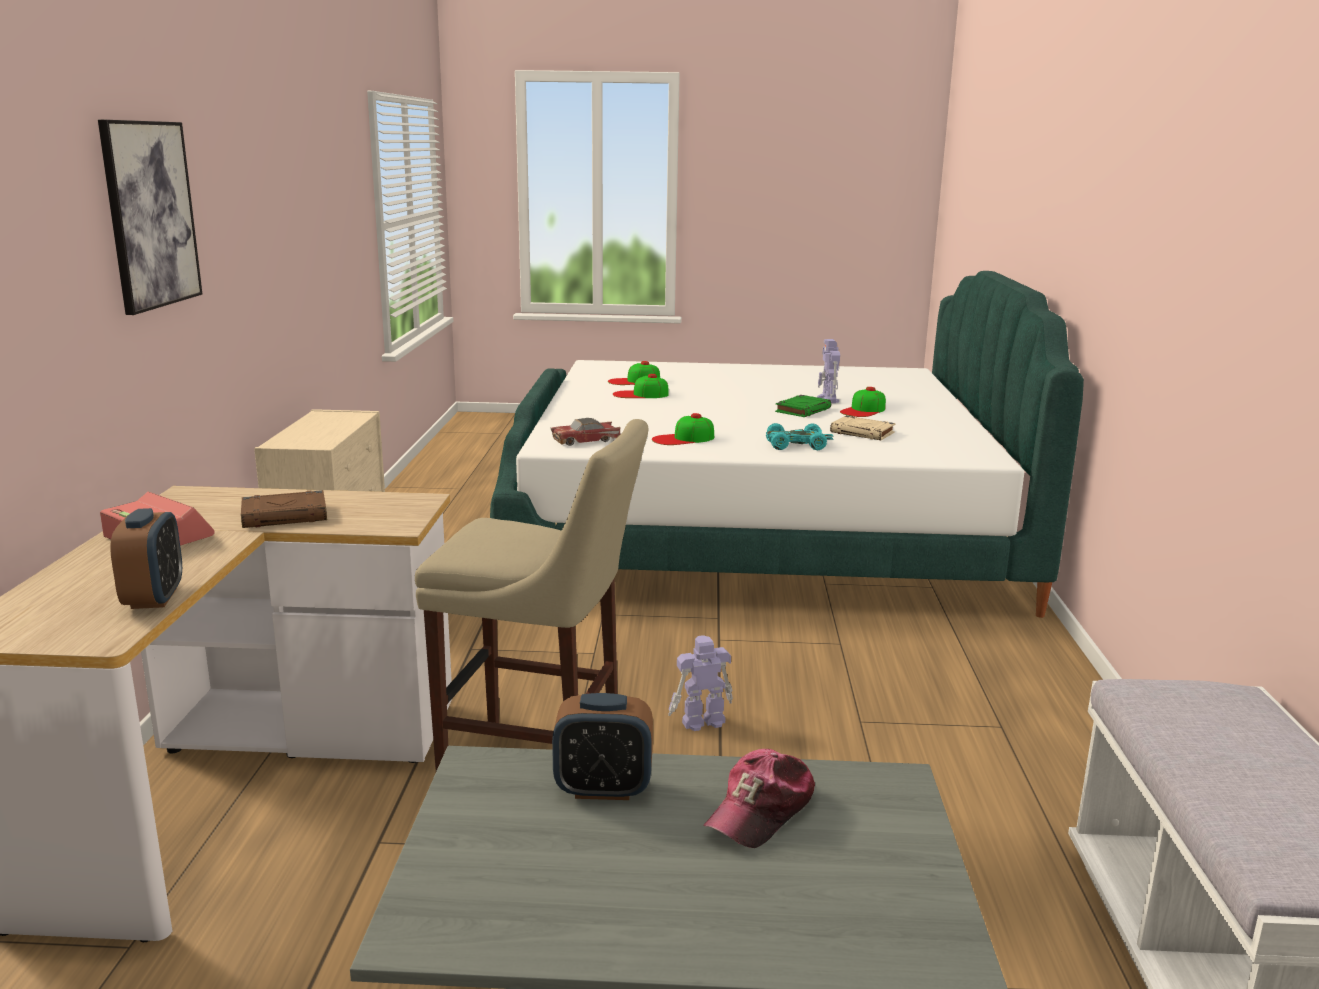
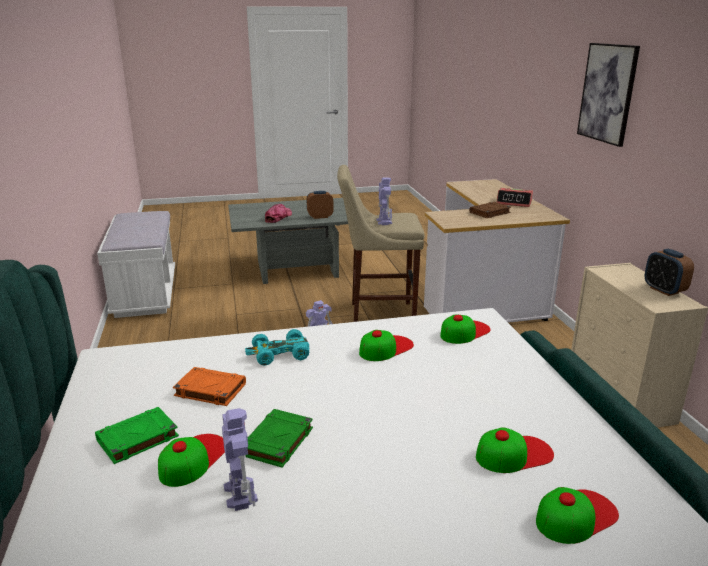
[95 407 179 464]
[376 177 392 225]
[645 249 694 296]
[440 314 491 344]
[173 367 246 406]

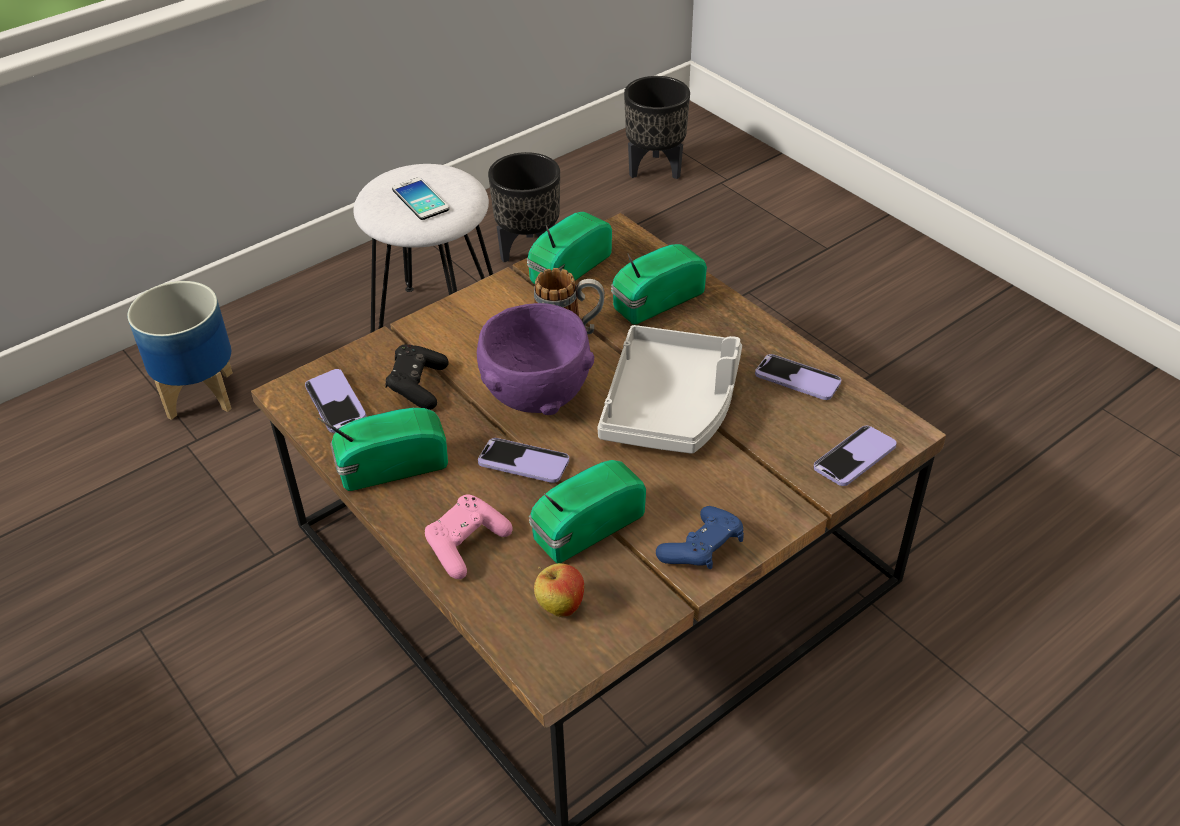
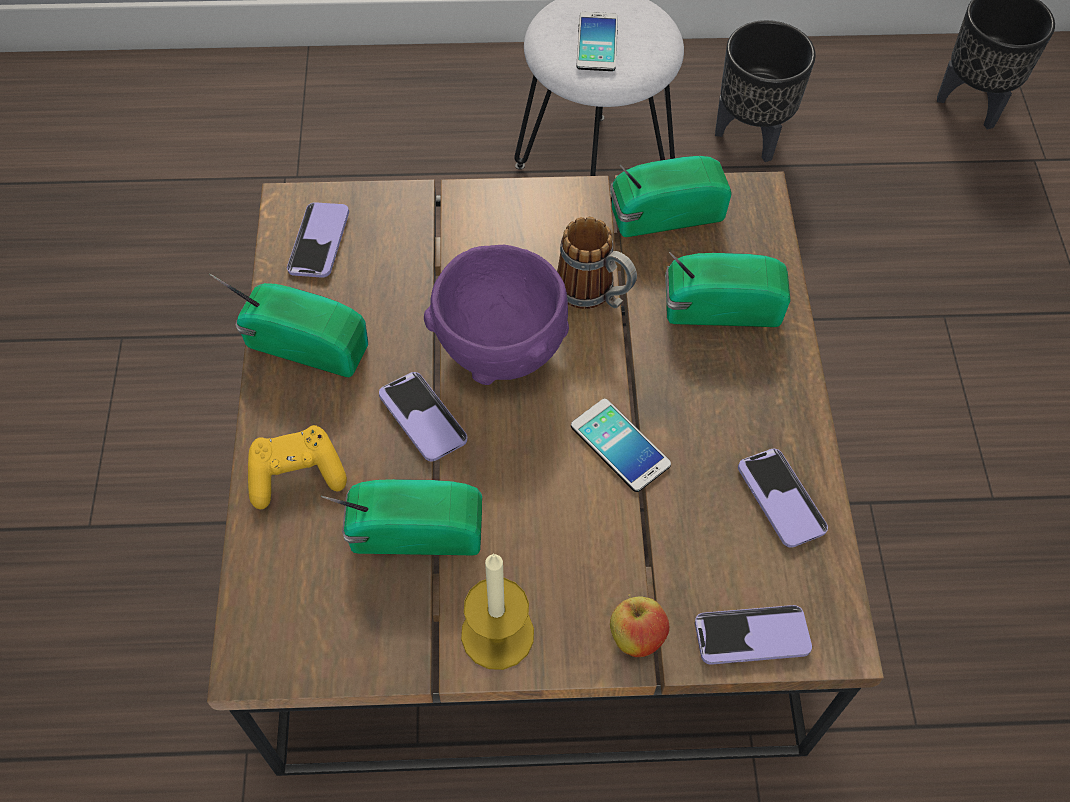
[127 281 233 420] (first image)
[386 344 449 410] (first image)
[610 594 669 657]
[571 399 671 492]
[461 553 534 670]
[248 425 347 509]

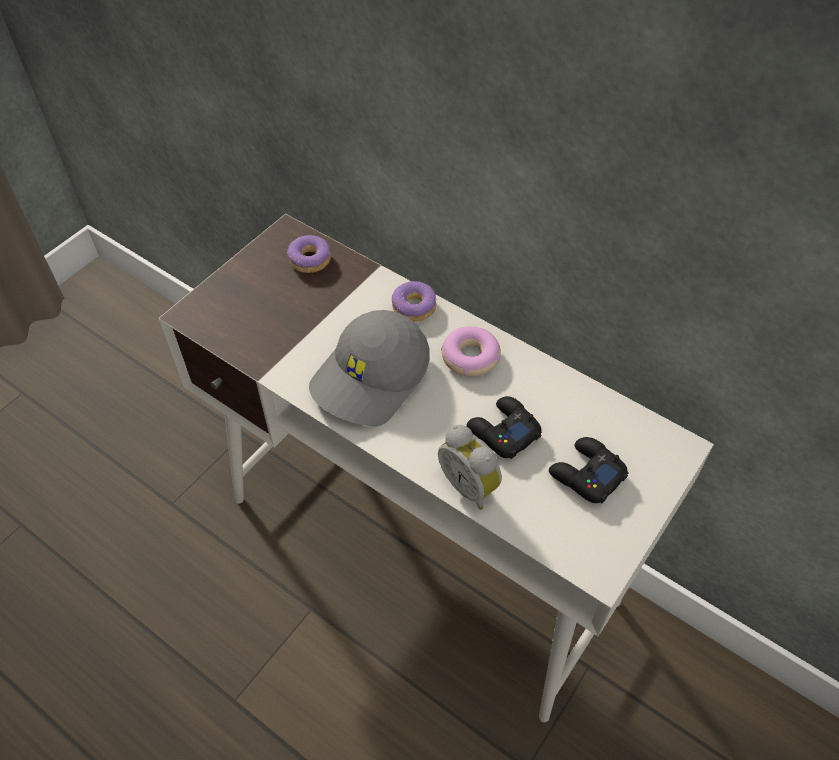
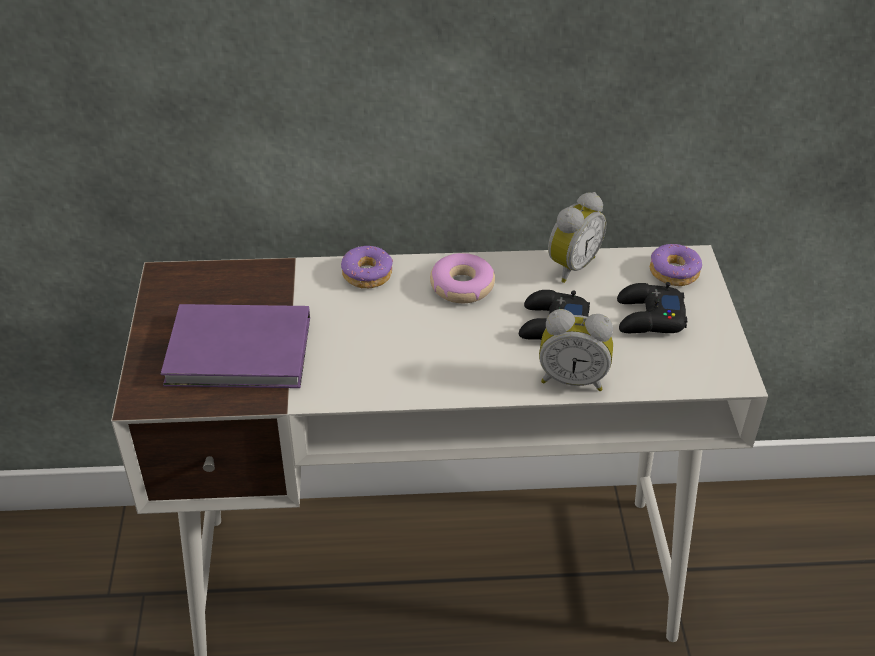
[309 310 430 427] (first image)
[161 304 310 388]
[548 192 606 283]
[650 244 702 286]

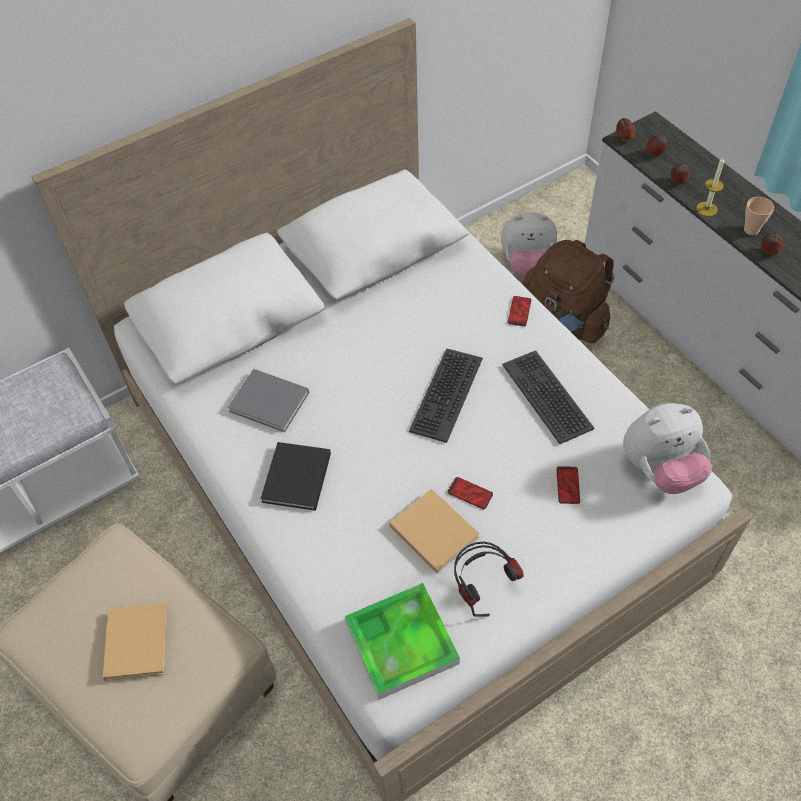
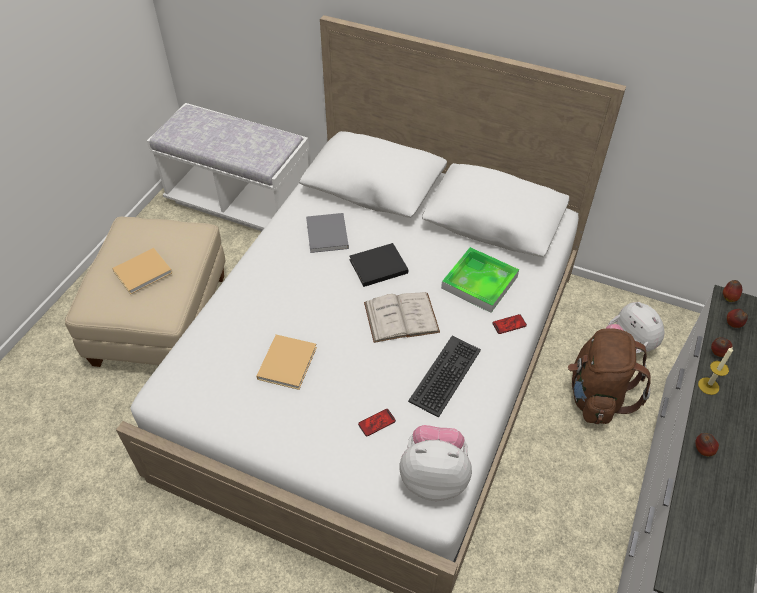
[448 477 493 509] (first image)
[454 542 524 617] (first image)
[744 197 774 235] (first image)
[349 243 408 287]
[441 247 519 313]
[364 292 440 343]
[399 425 472 501]

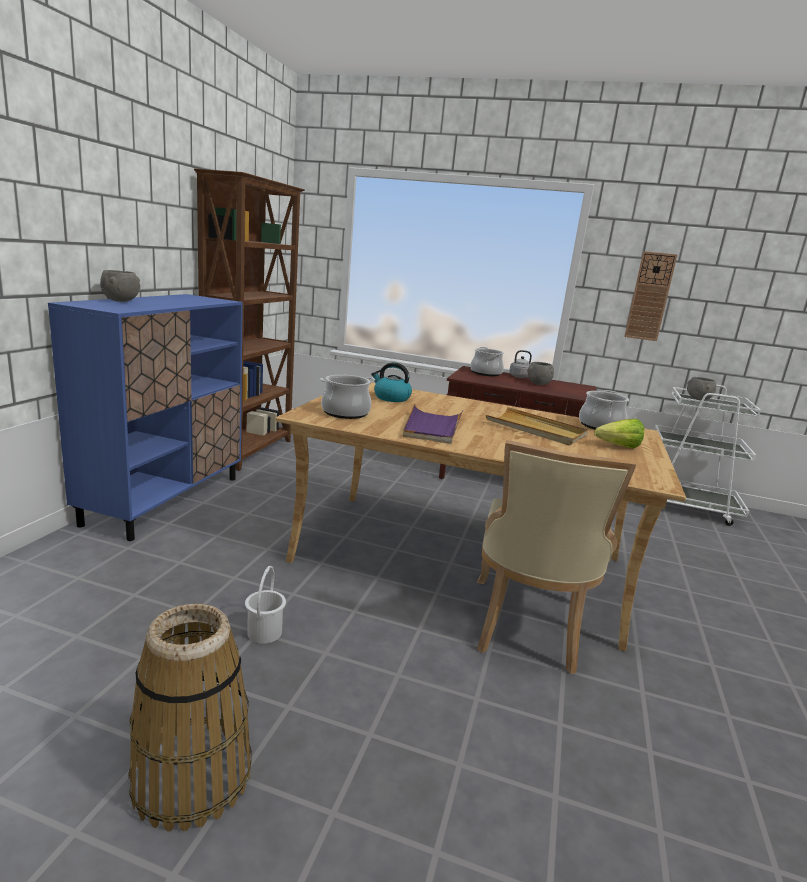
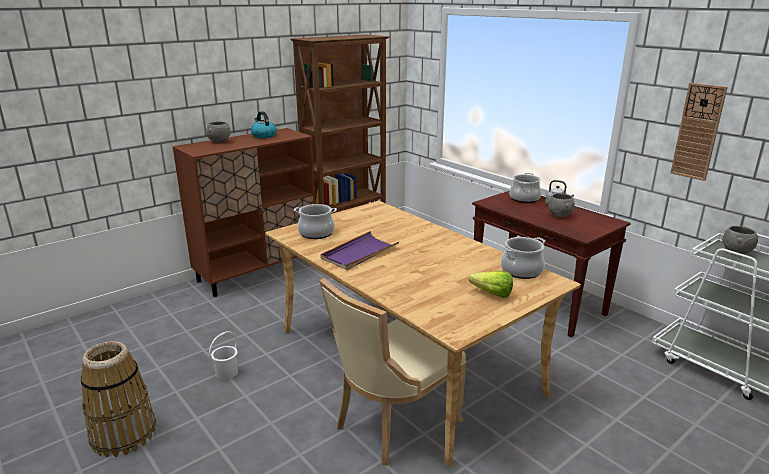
[486 407 588 445] (first image)
[251 111 277 138]
[173 128 315 297]

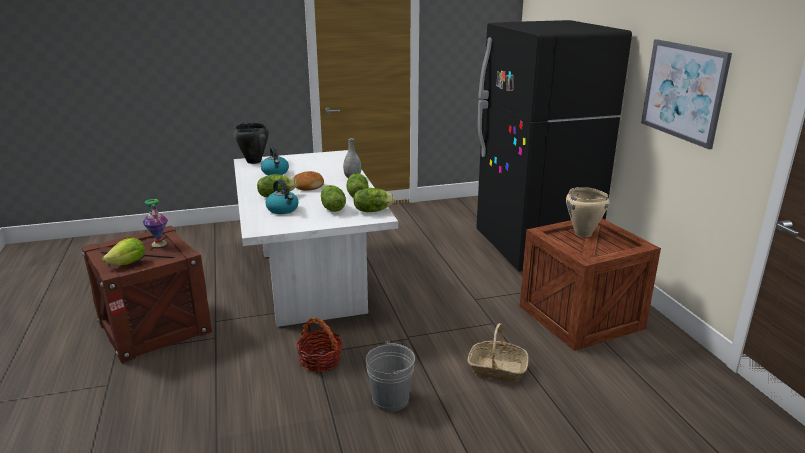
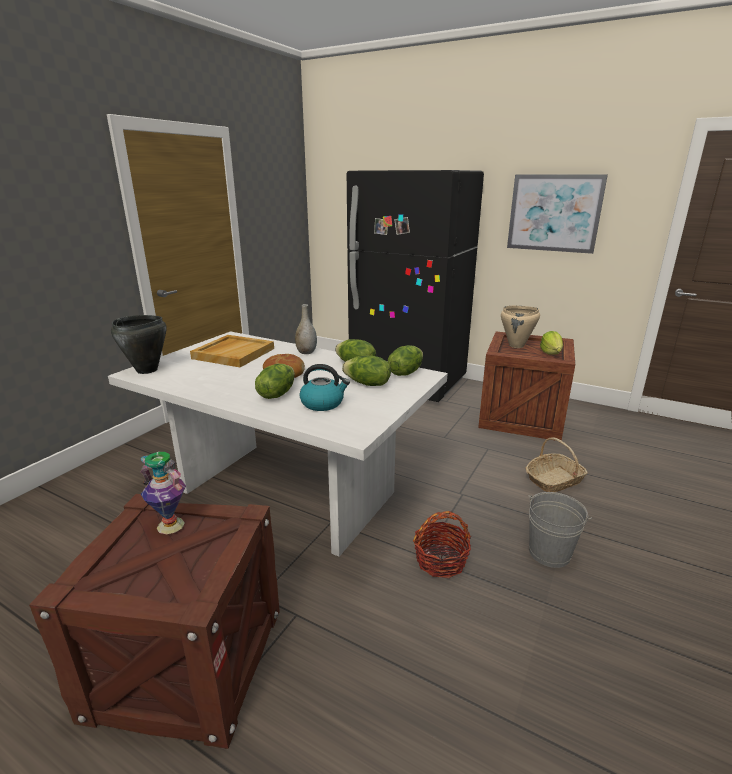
[261 147 289 175] (first image)
[190 335 274 367]
[540 331 563 355]

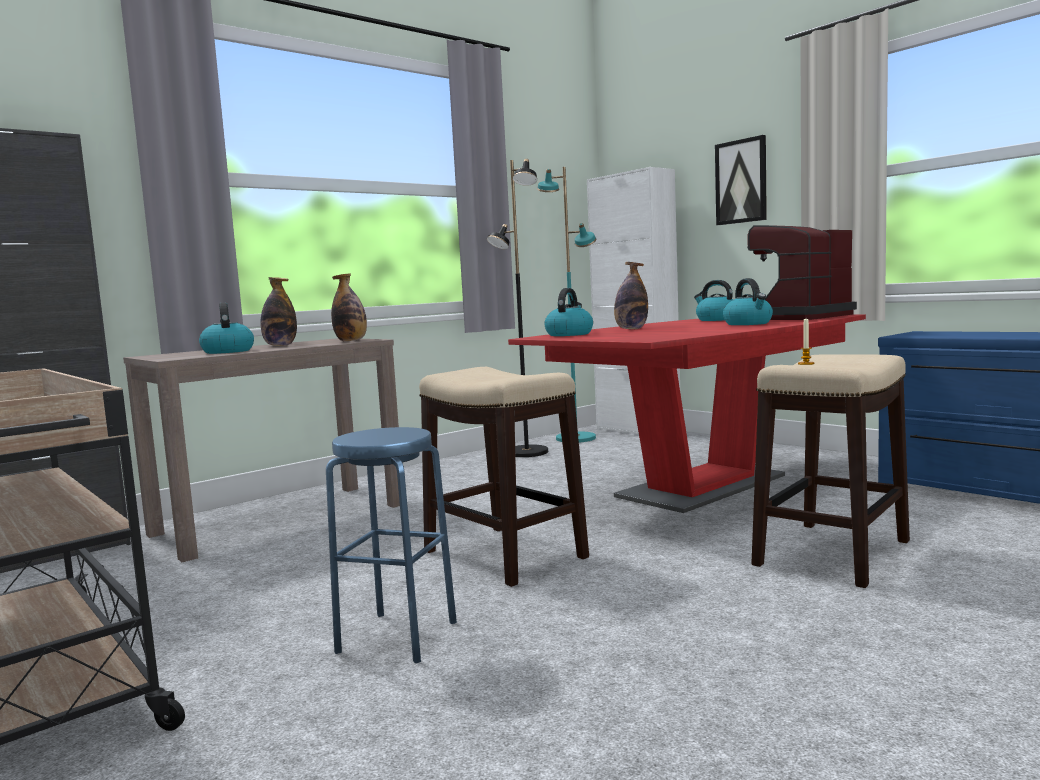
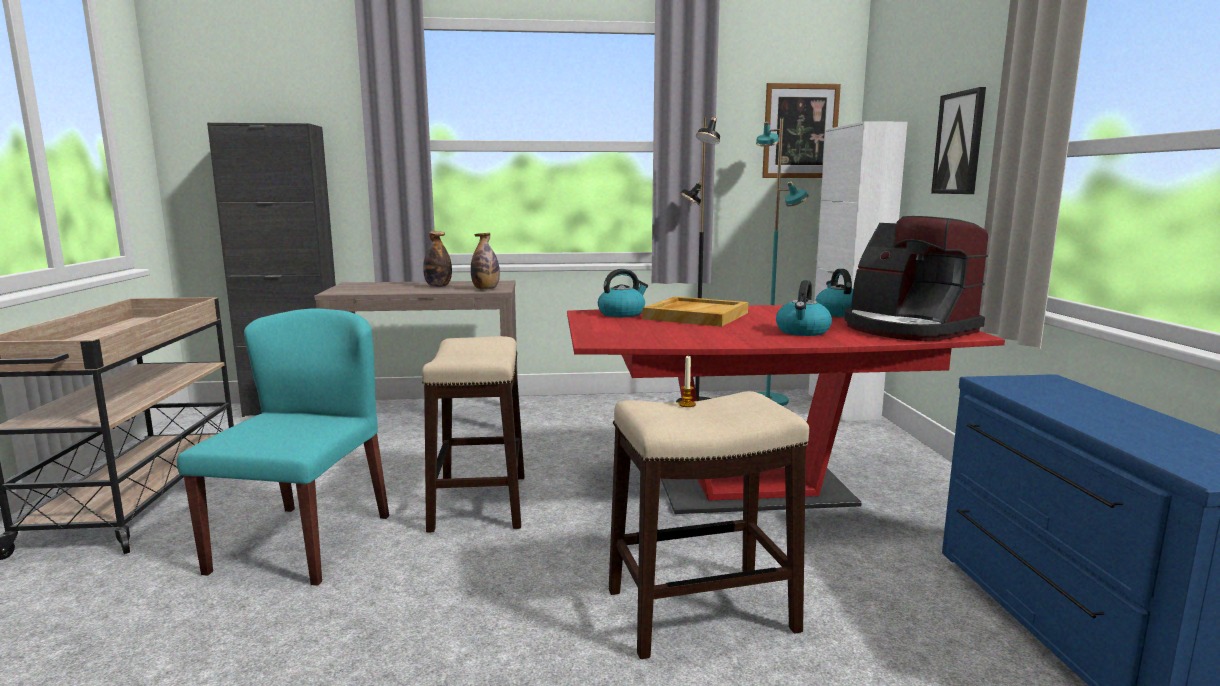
[199 303 254 354] (first image)
[762 83 841 178]
[177 308 389 586]
[643 296 748 327]
[844 216 988 341]

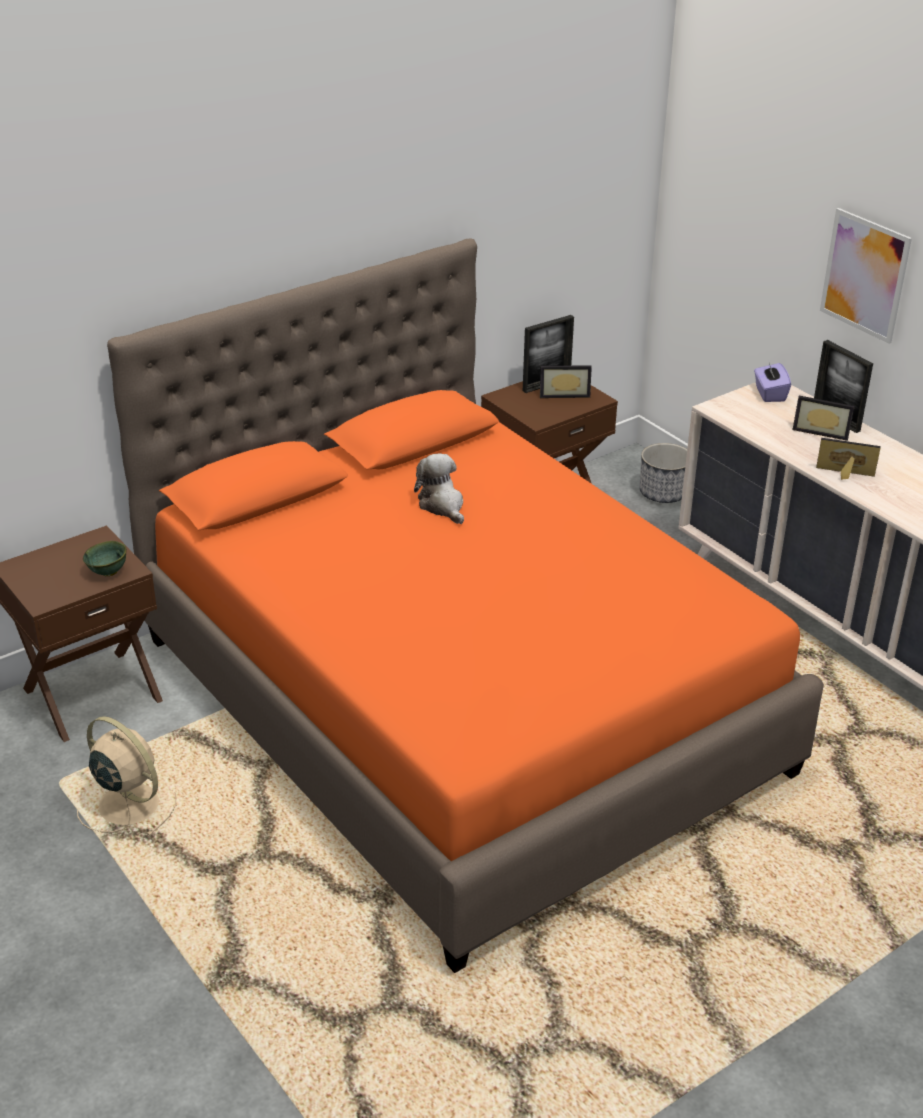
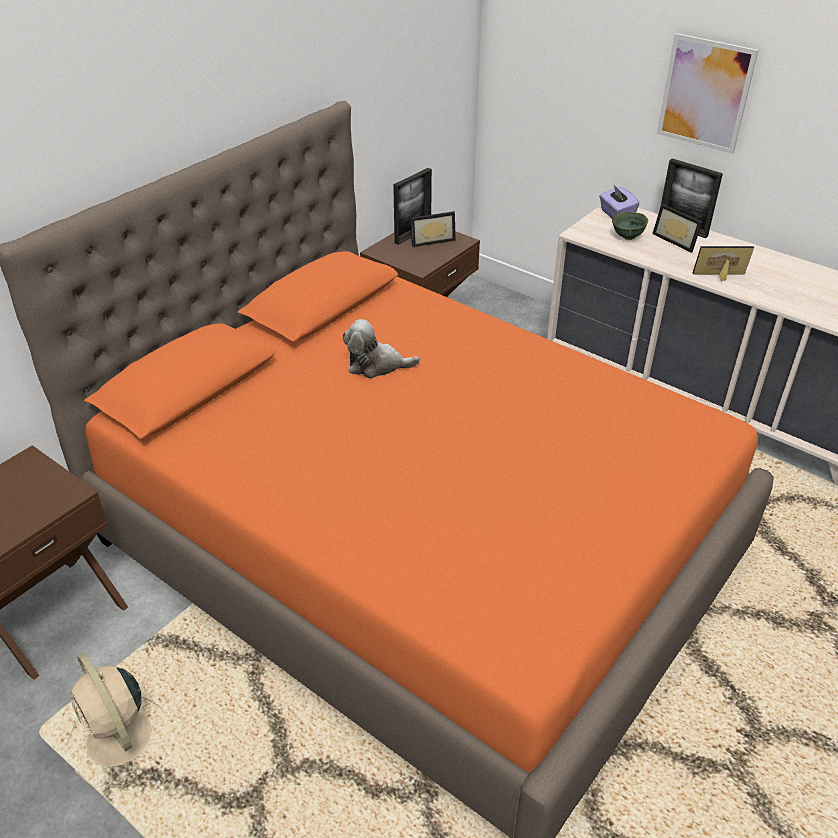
[639 443 687 503] (first image)
[612 212 648 240]
[68 653 163 785]
[343 319 420 379]
[652 204 702 253]

